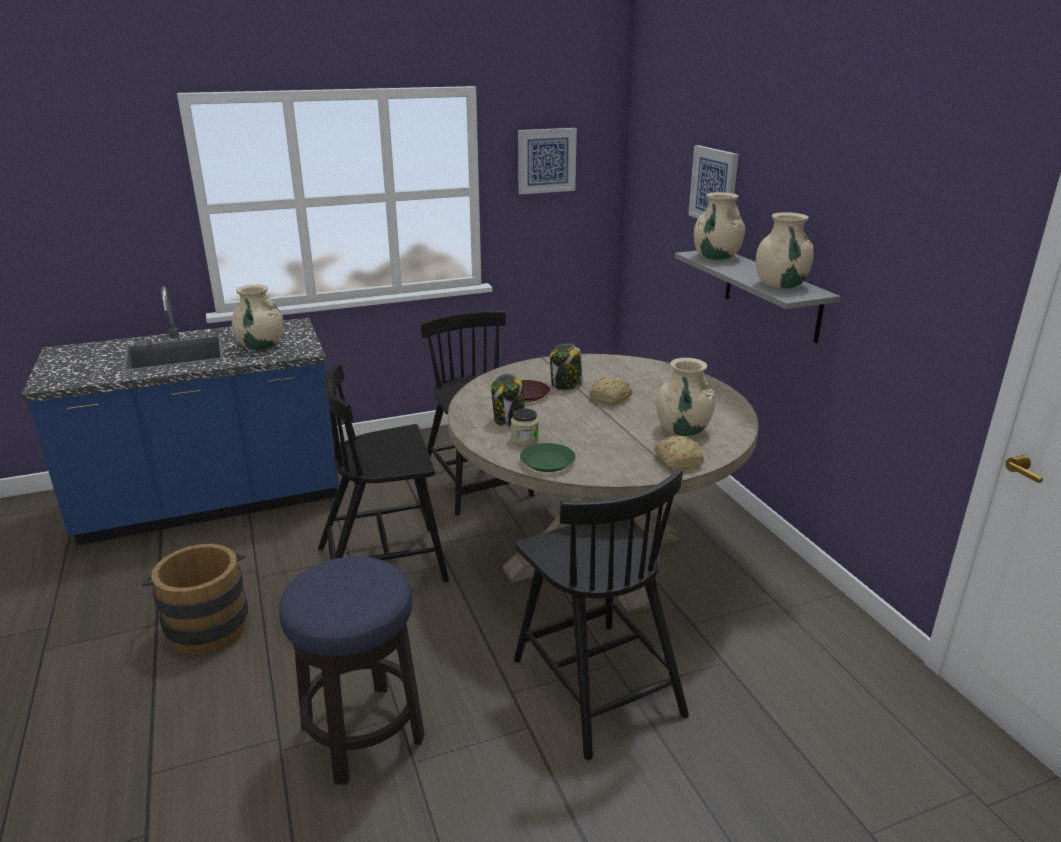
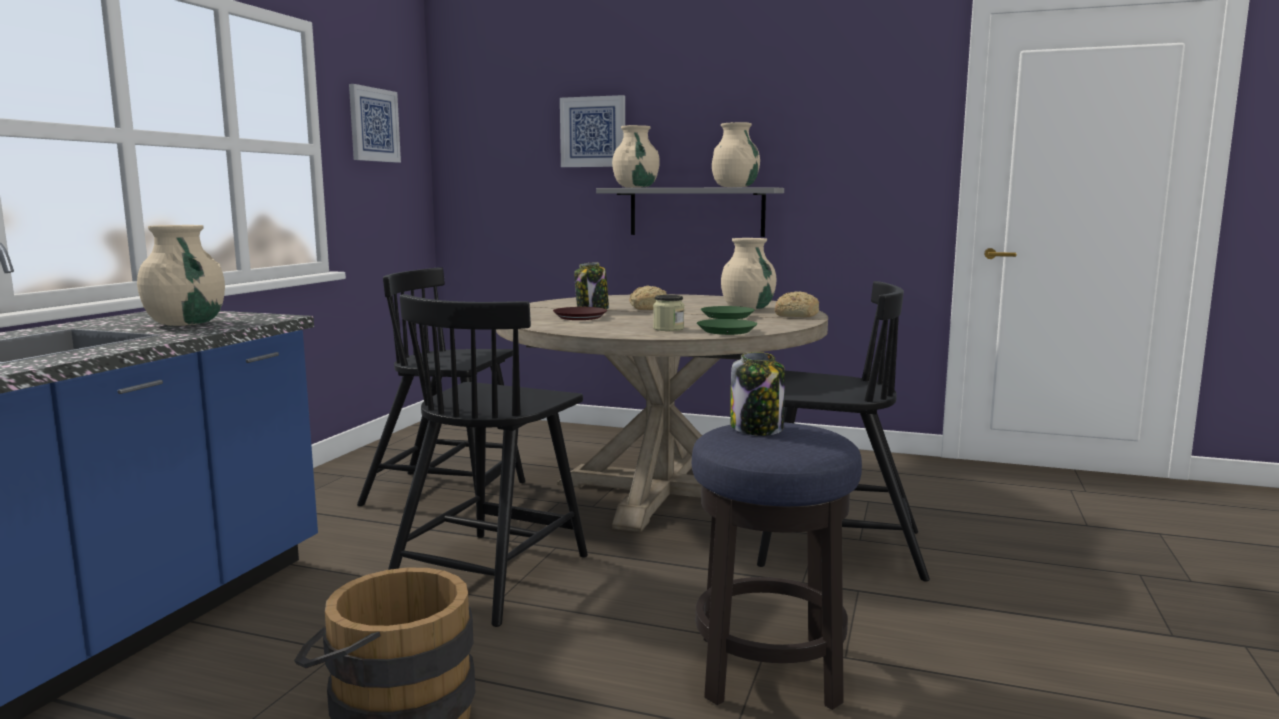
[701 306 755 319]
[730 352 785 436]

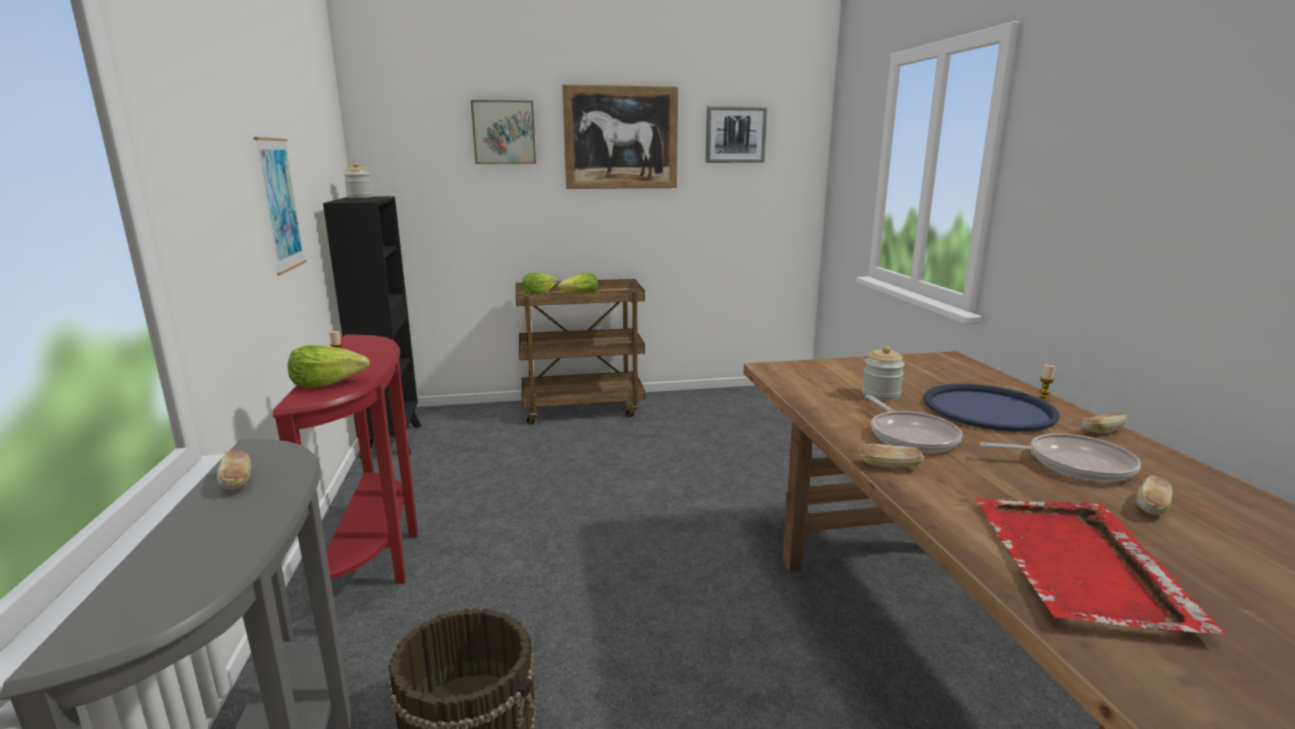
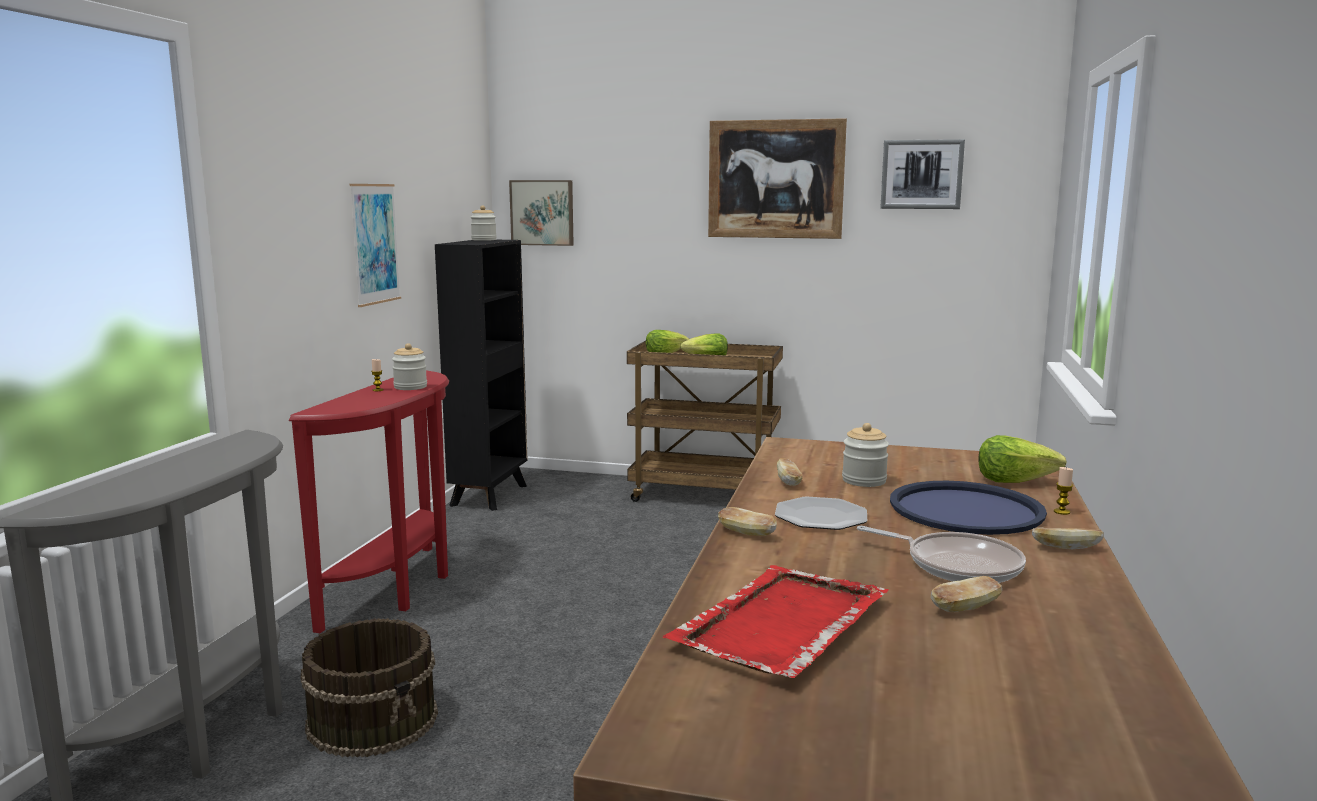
[392 343 427 390]
[777 458 802 486]
[978 435 1067 483]
[509 180 574 246]
[775 497 867 530]

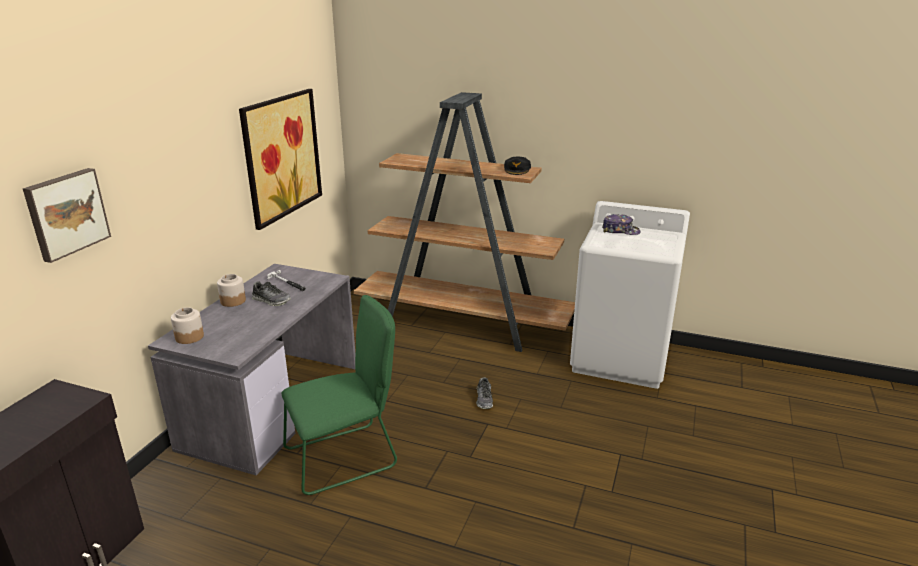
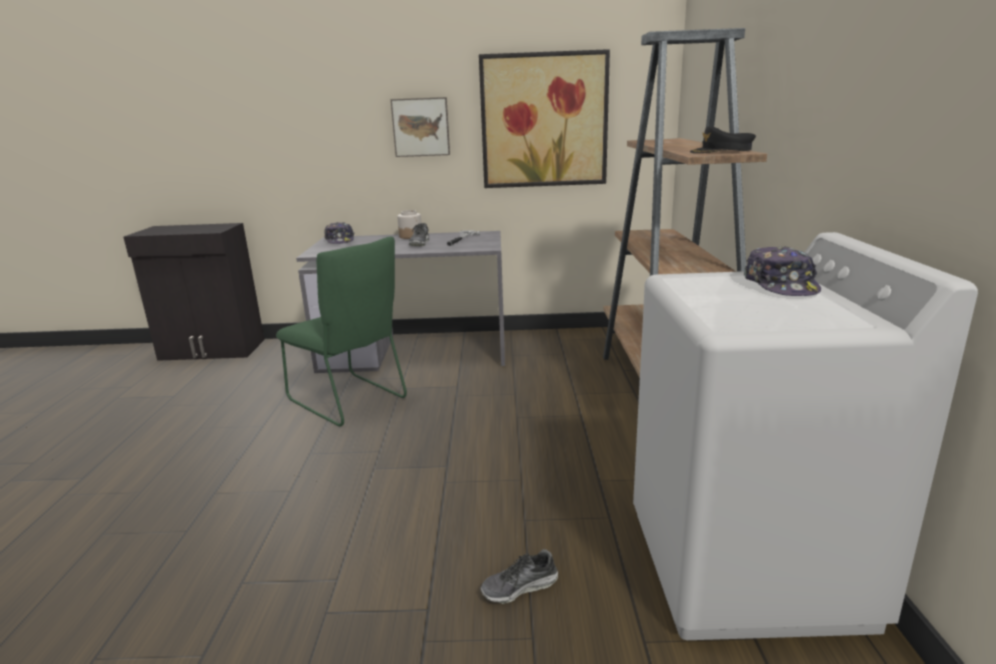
[391 97 450 157]
[481 549 558 604]
[325 222 354 244]

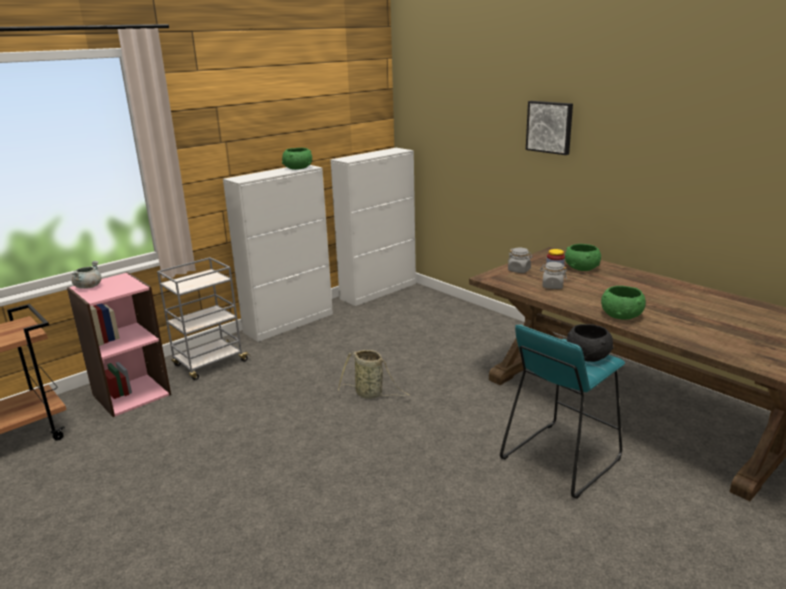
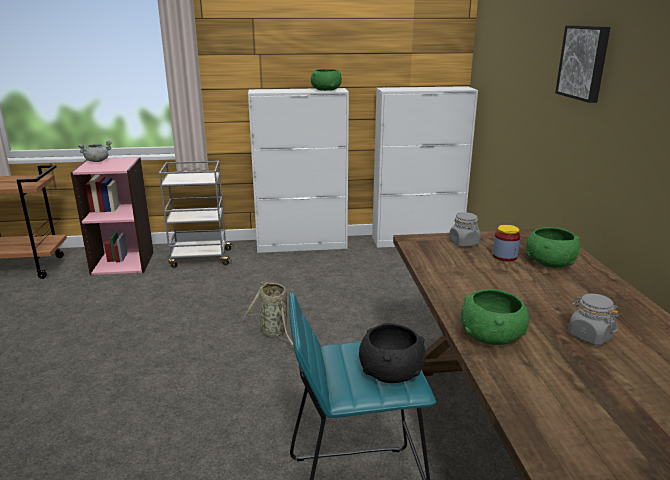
[568 294 619 345]

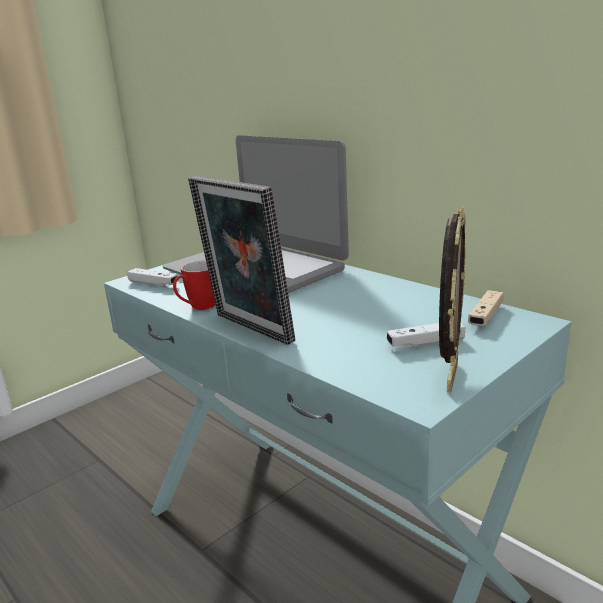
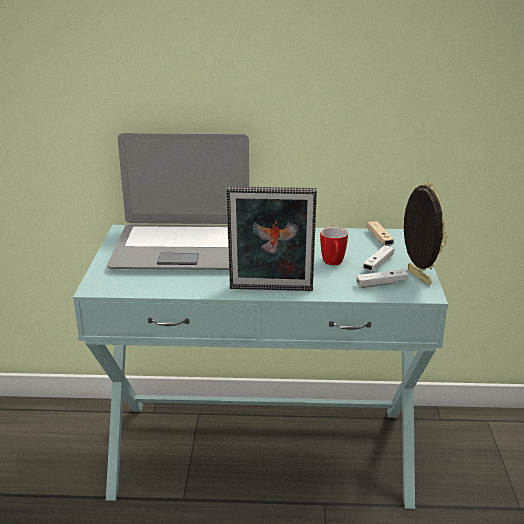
[356 269 408 288]
[320 227 348 265]

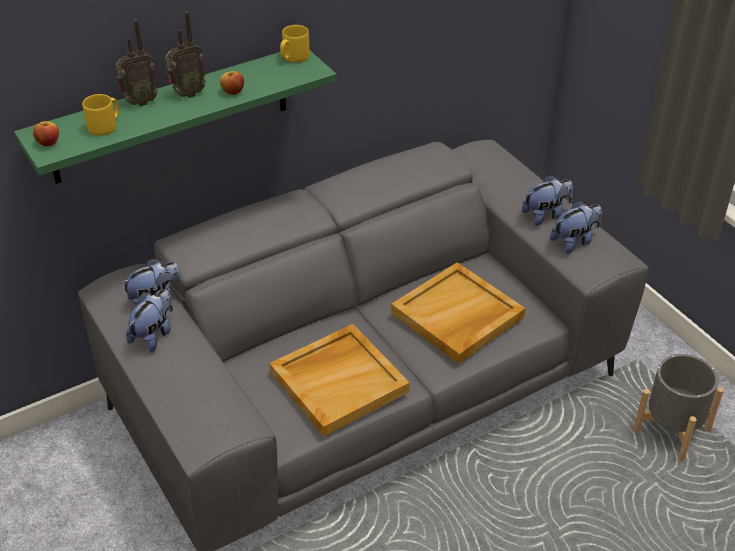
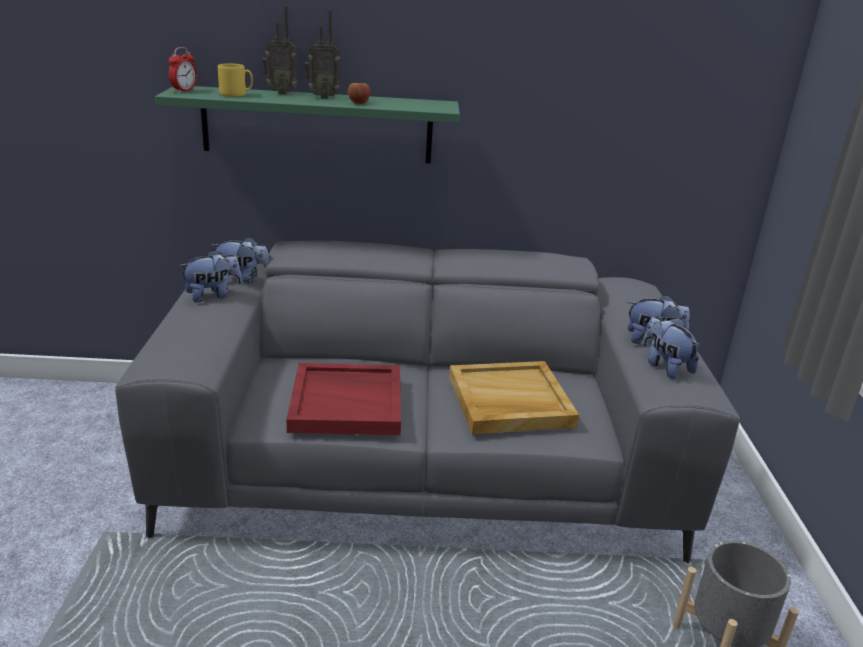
[280 25 310 63] (first image)
[168 47 197 93]
[286 363 401 435]
[643 317 700 379]

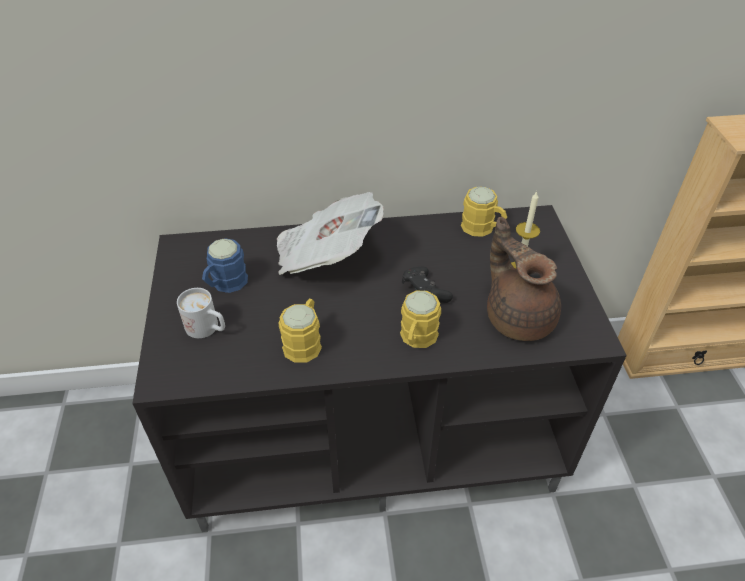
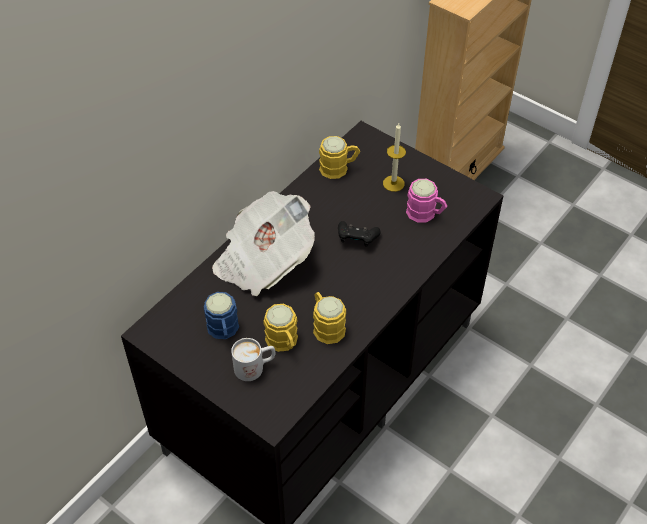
[264 304 298 352]
[406 179 447 223]

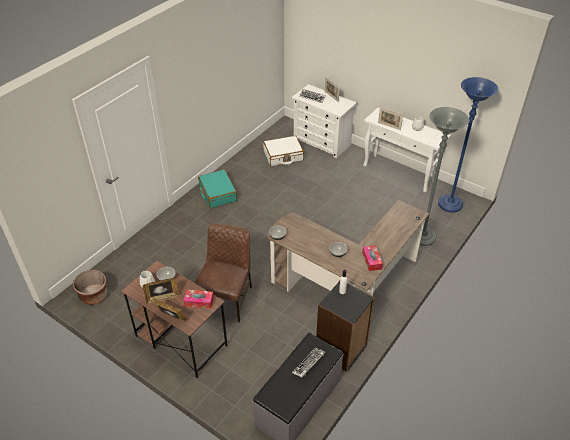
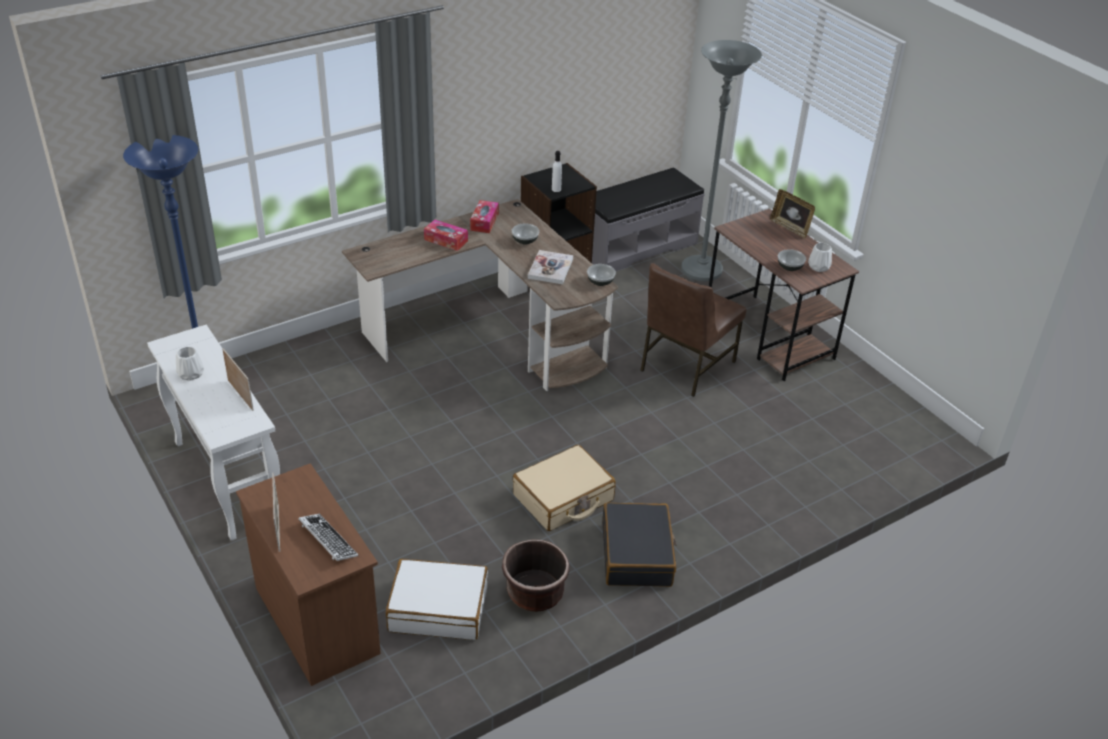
[143 278 180 304] (first image)
[292 348 325 377] (first image)
[513 445 616 531]
[528 250 573 284]
[502 539 570 612]
[424 220 468 251]
[681 40 762 281]
[603 503 677 587]
[236 463 381 686]

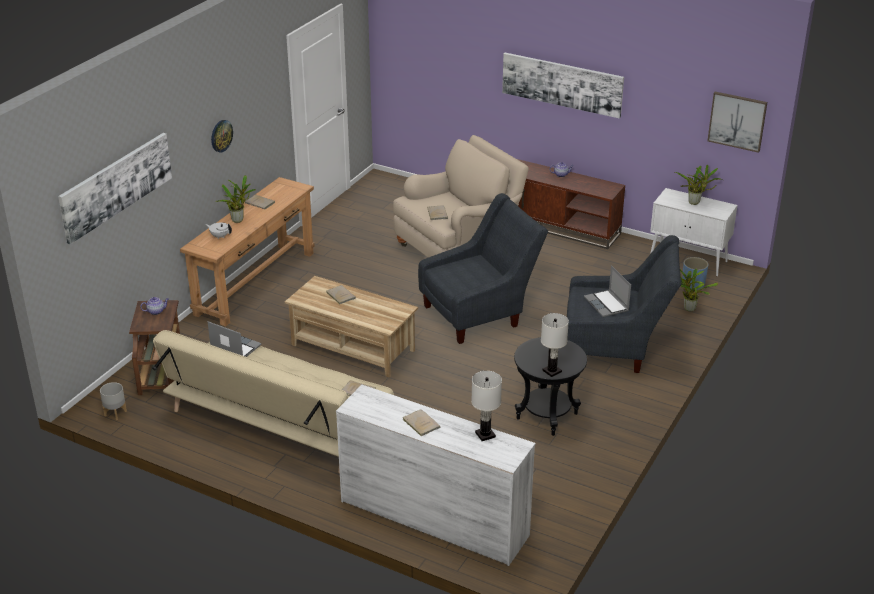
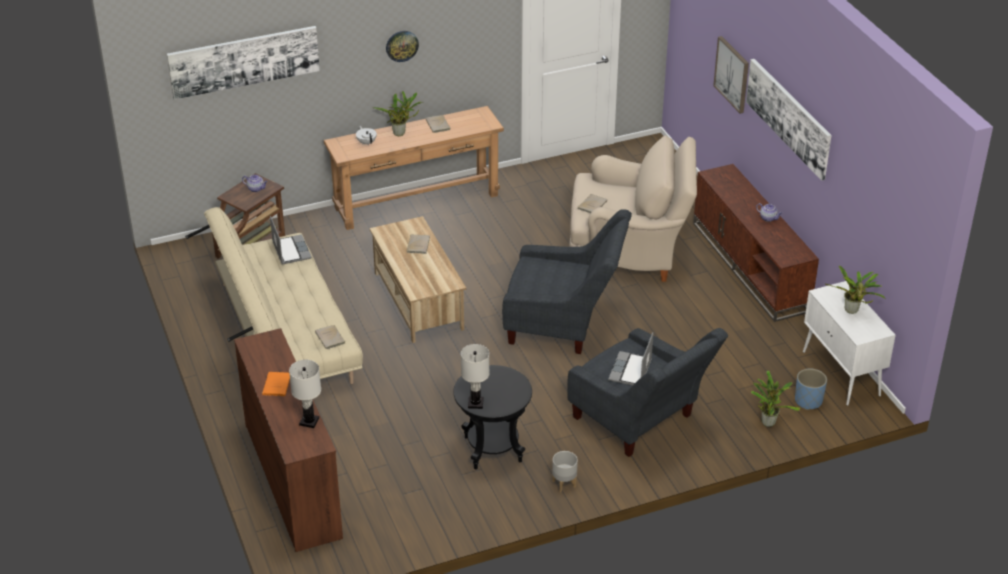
[552 451 578 492]
[713 36 749 114]
[234 328 343 552]
[262 372 290 396]

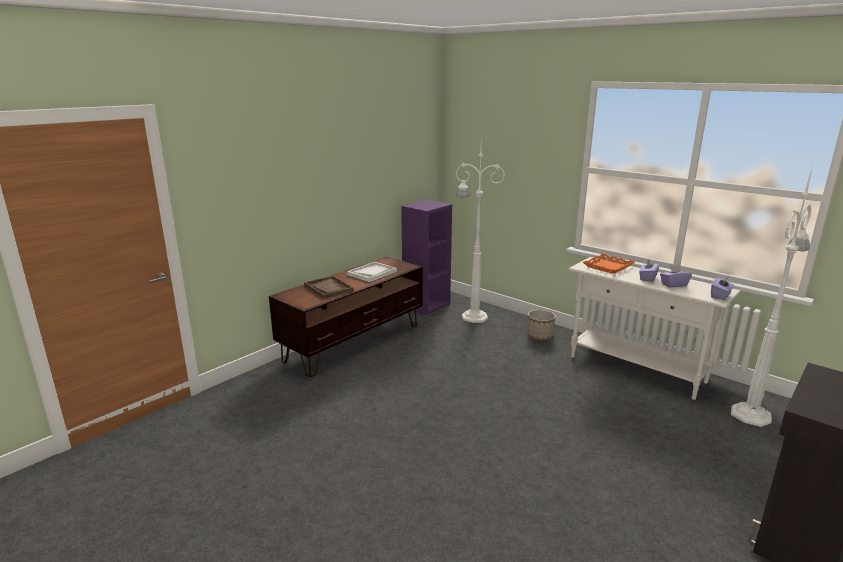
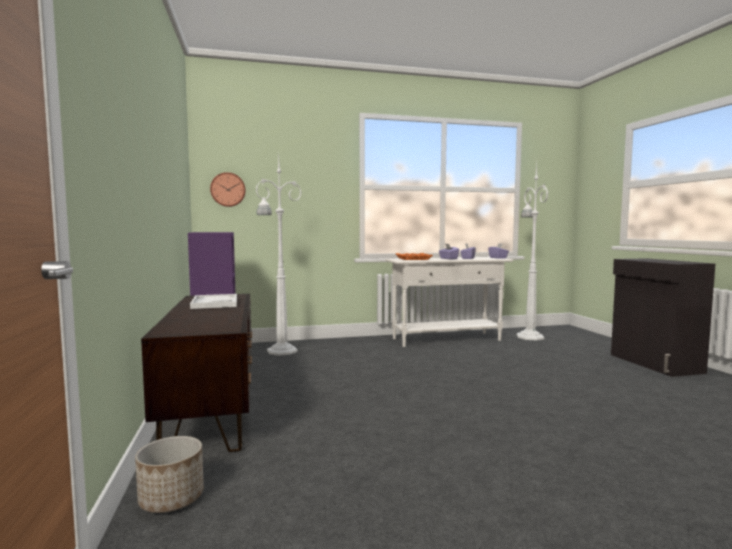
[304 276 354 299] (first image)
[210 172 246 207]
[135 436 204 513]

